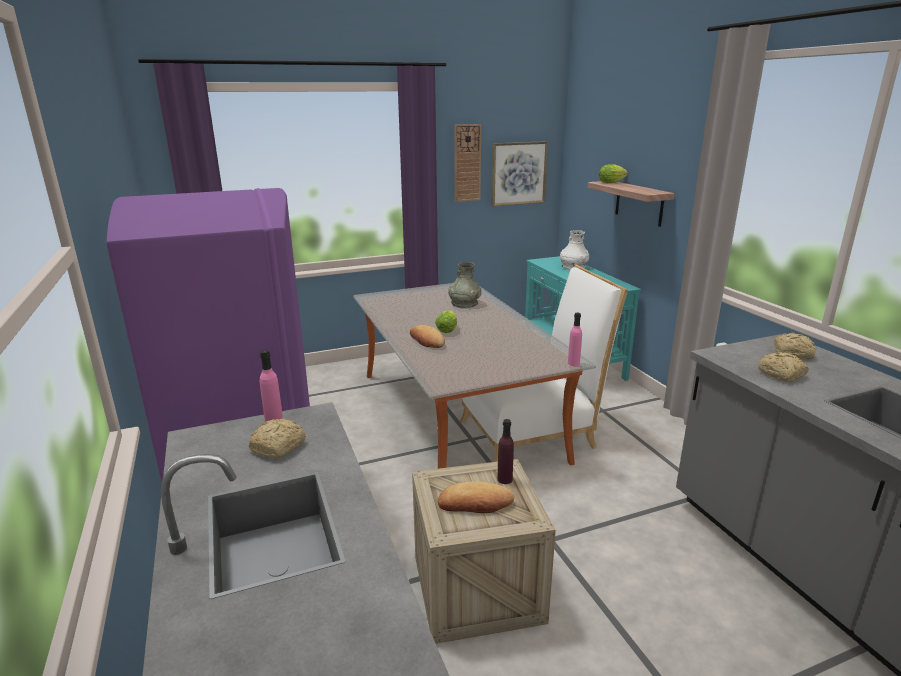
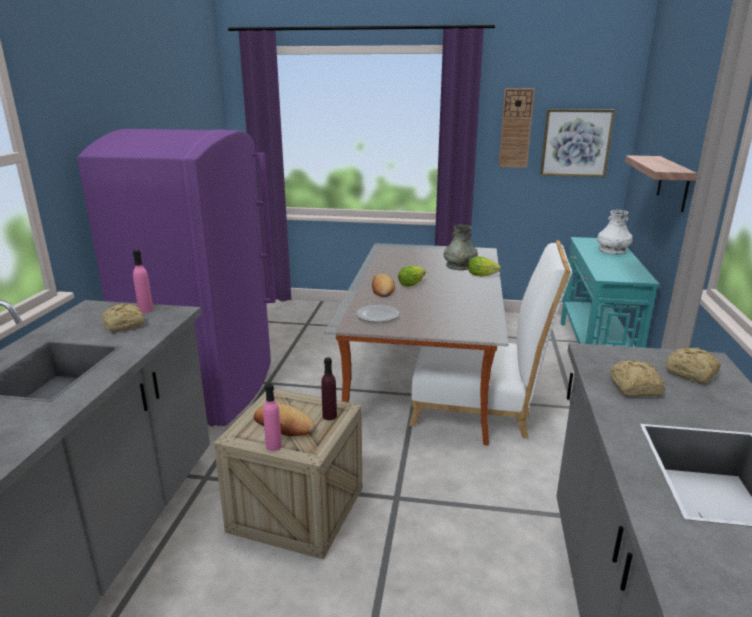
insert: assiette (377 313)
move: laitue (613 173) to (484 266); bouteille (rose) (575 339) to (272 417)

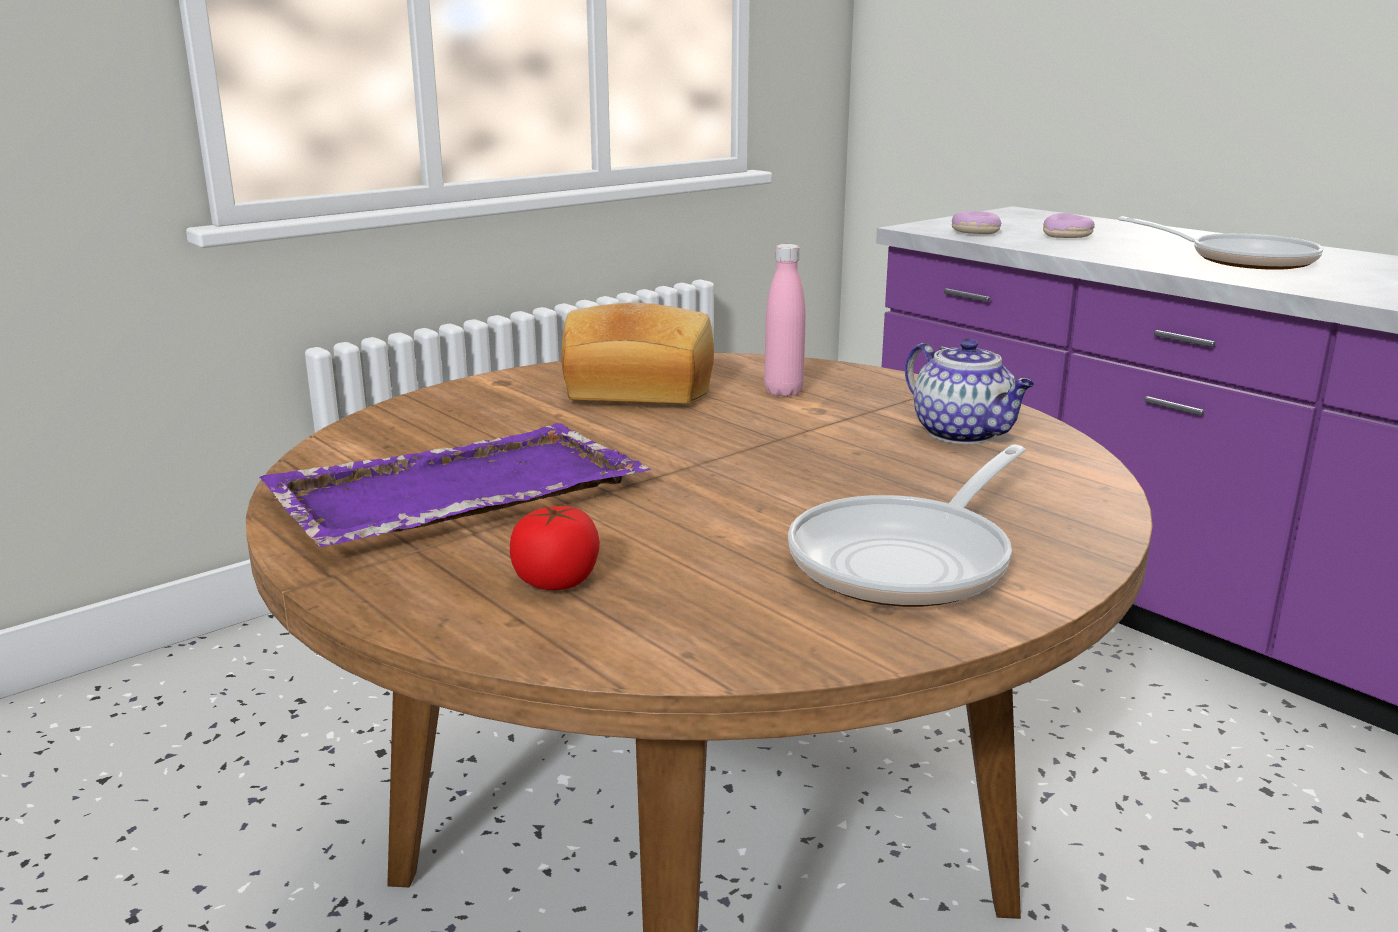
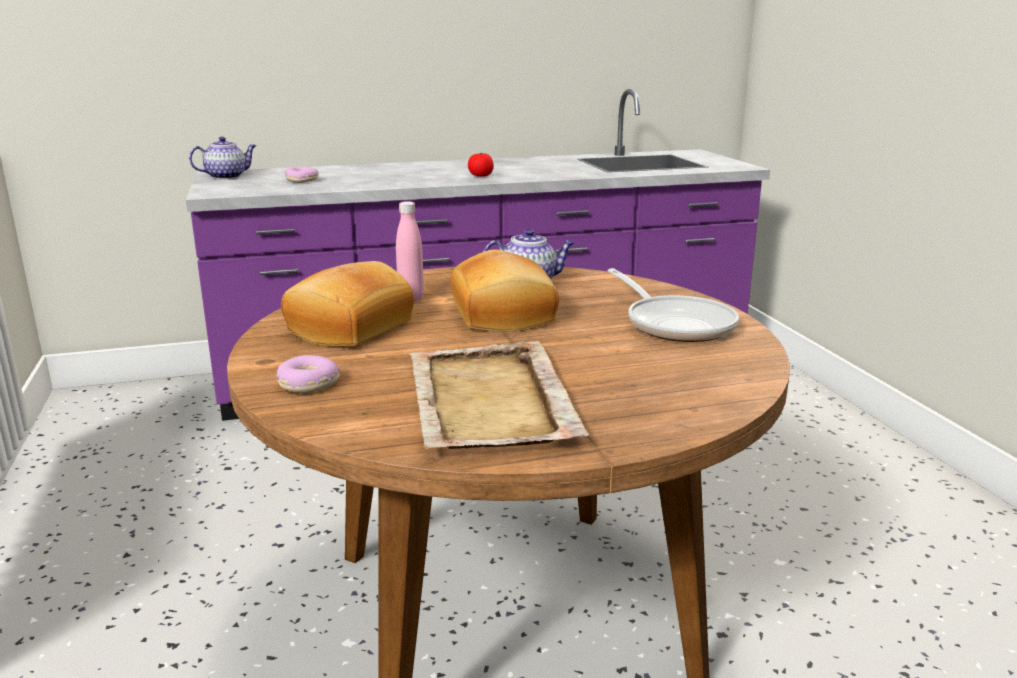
delete: poêle (1220 243)
insert: théière (223 158); pain (504 290)
move: beignet (976 222) to (308 374); tomate (555 548) to (481 165)
recolor: plateau (violet) (455 485) to plateau (beige) (499 395)

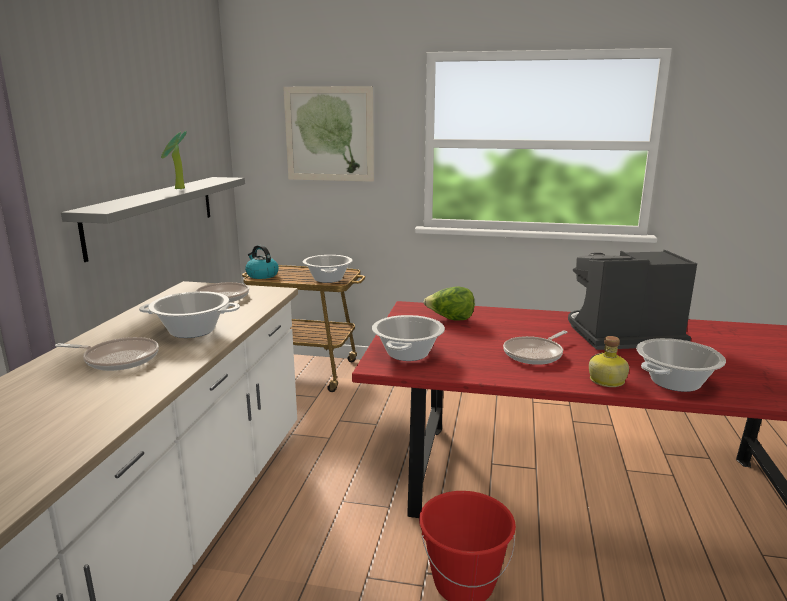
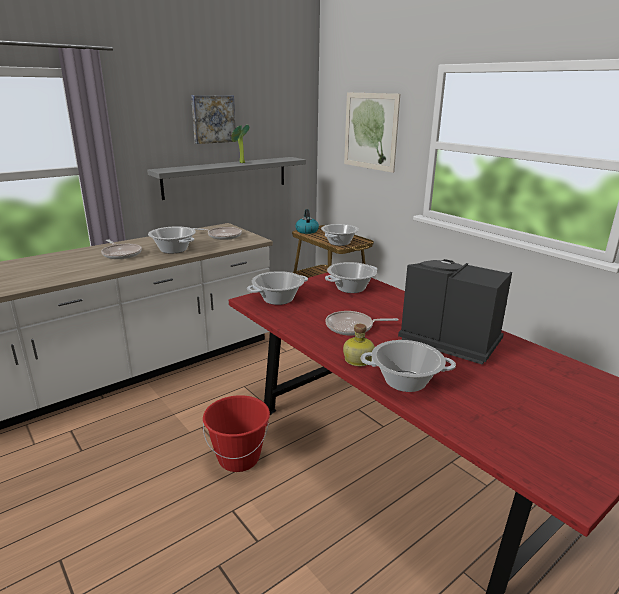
insert: tableau (213 119)
replace: laitue (449 303) to marmite (351 277)

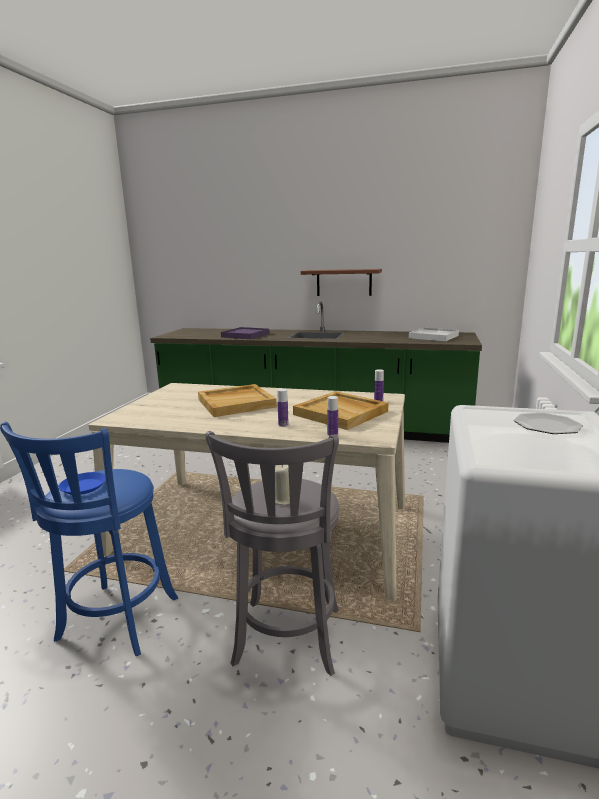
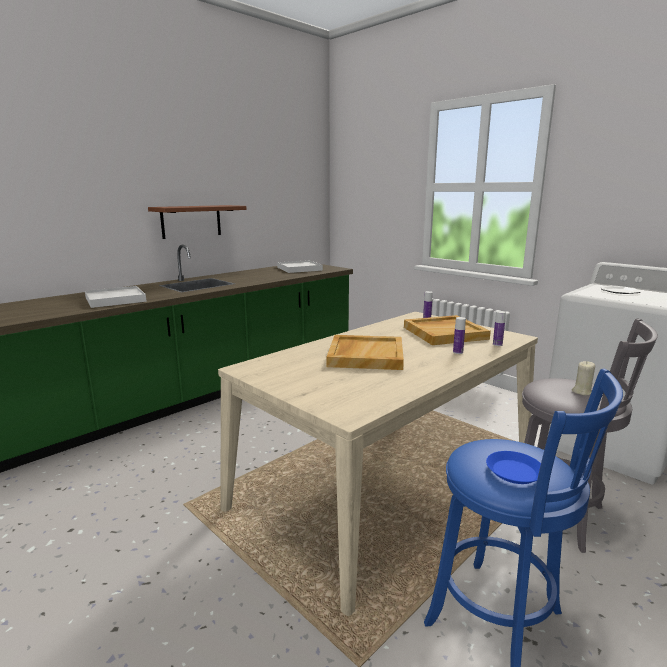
recolor: plateau (violet) (245 333) to plateau (blanc) (116 297)

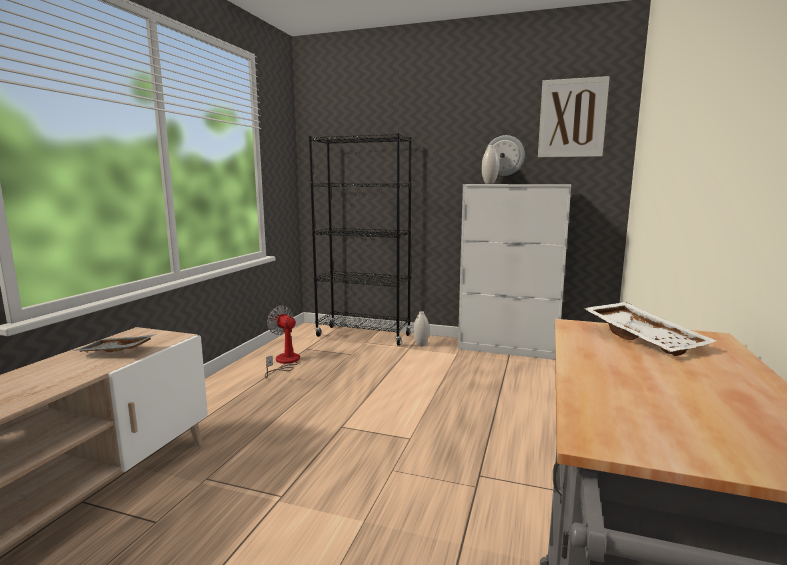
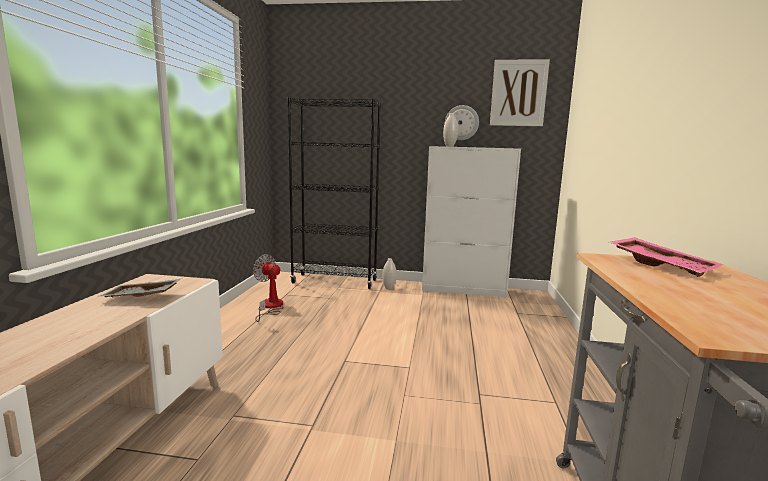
recolor: plateau (blanc) (649 329) to plateau (rose) (666 257)

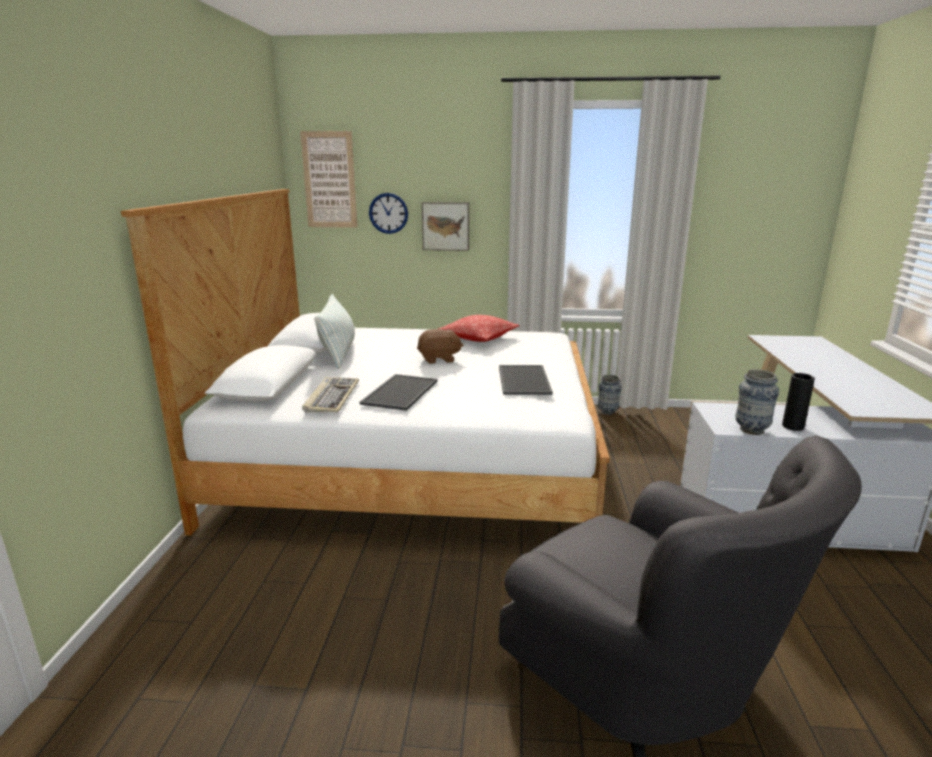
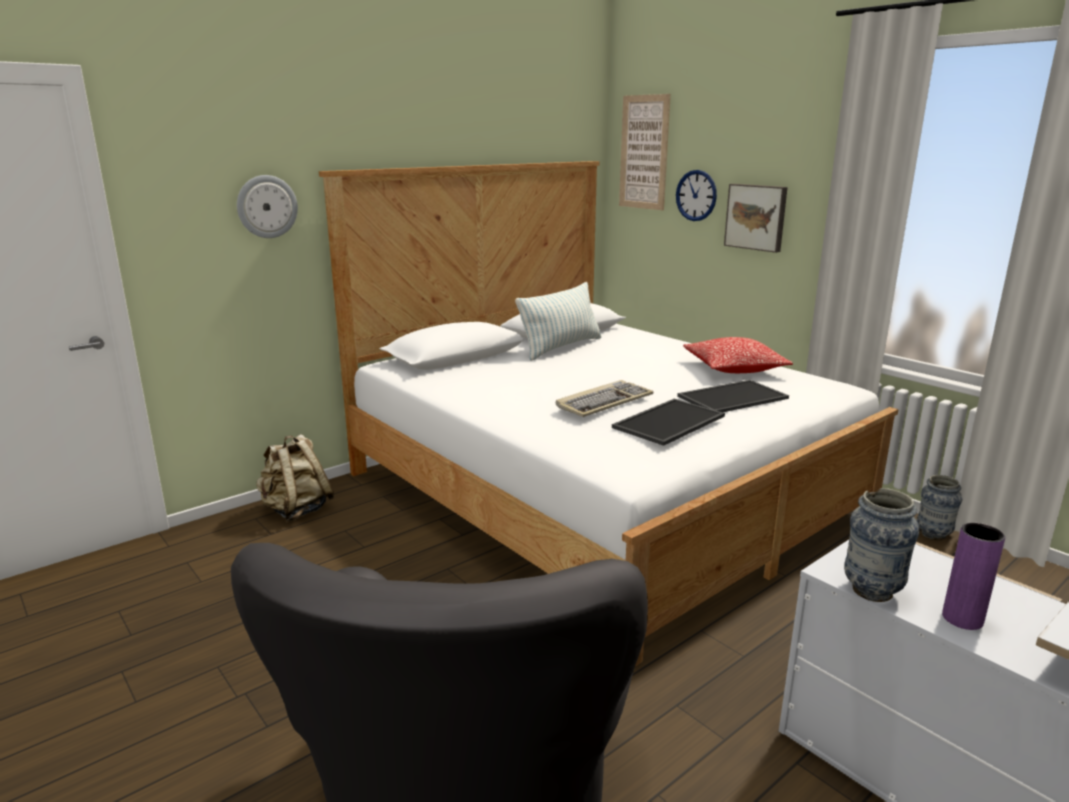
delete: peluche (marron) (440 346)
insert: horloge murale (267 206); sac à dos (beige) (295 477)
move: plateau (399 392) to (733 396); clavier (330 394) to (604 398)
recolor: vase (noir) (798 402) to vase (violet) (973 576)

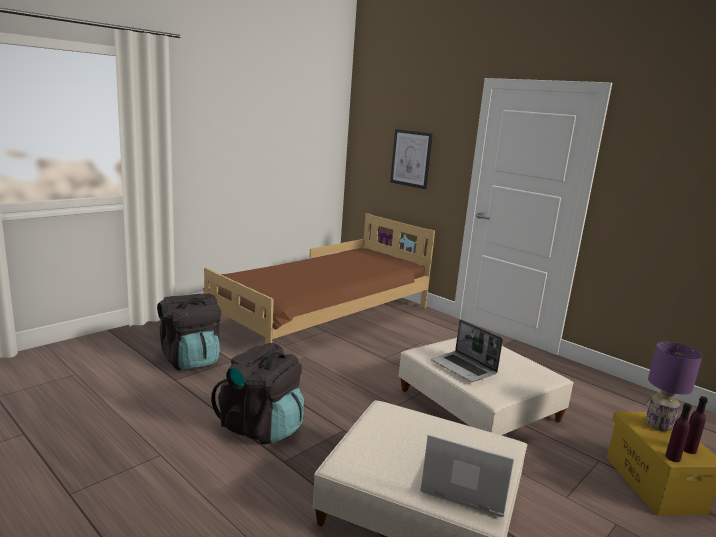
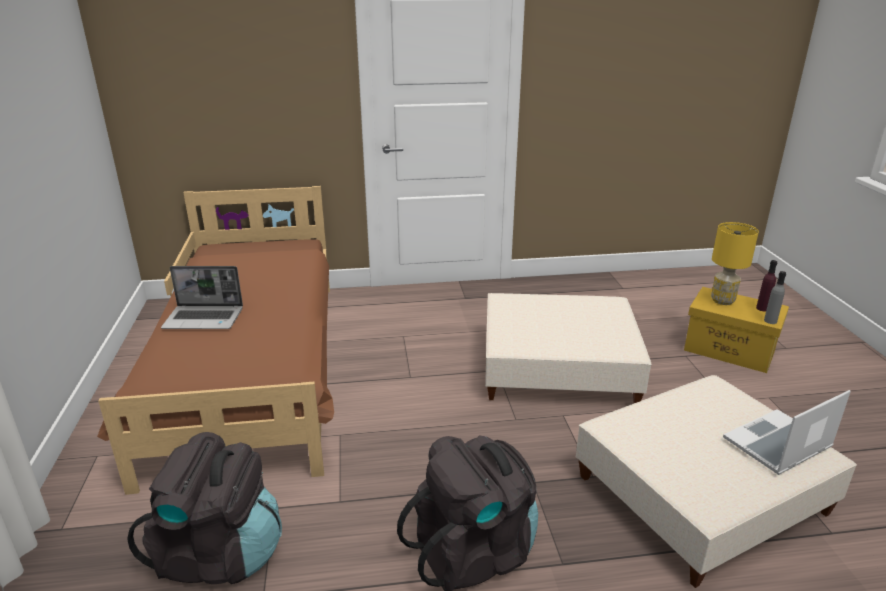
delete: tableau (411 159)
move: ordinateur portable (467 350) to (202 297)
recolor: lampe de table (violet) (674 387) to lampe de table (jaune) (735 263); bouteille (violet) (678 432) to bouteille (gris) (775 297)

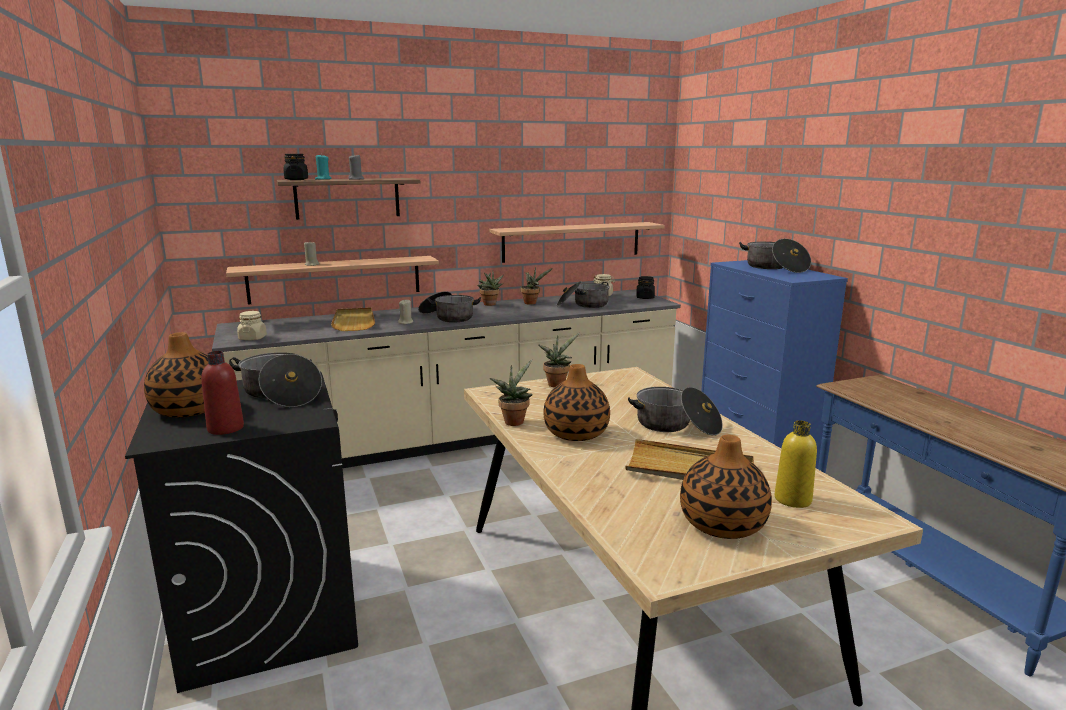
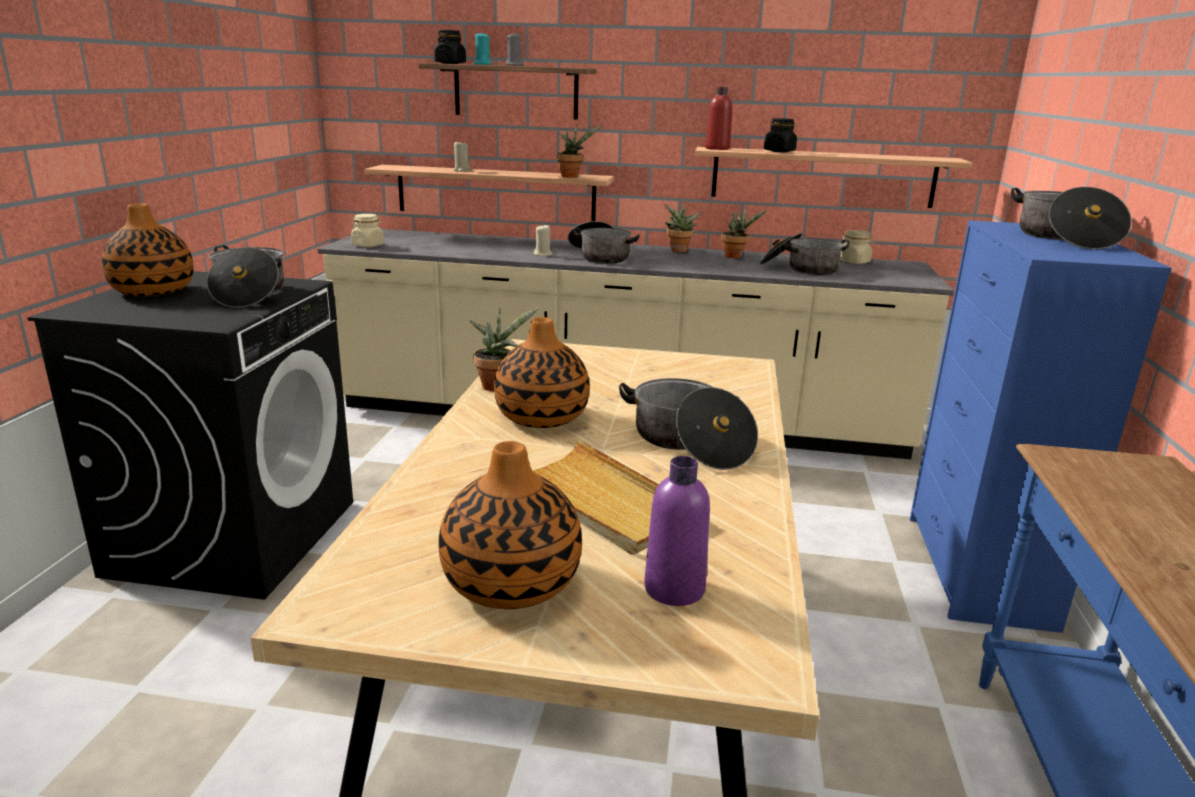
delete: plateau (beige) (353 319)
move: bocal (noir) (645 287) to (780 135); plante en pot (559 360) to (579 151); bouteille (rouge) (222 393) to (718 118)
recolor: bouteille (jaune) (796 464) to bouteille (violet) (677 531)

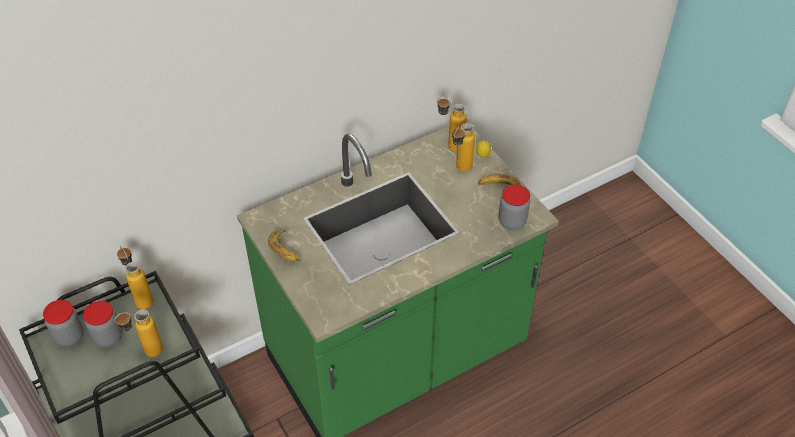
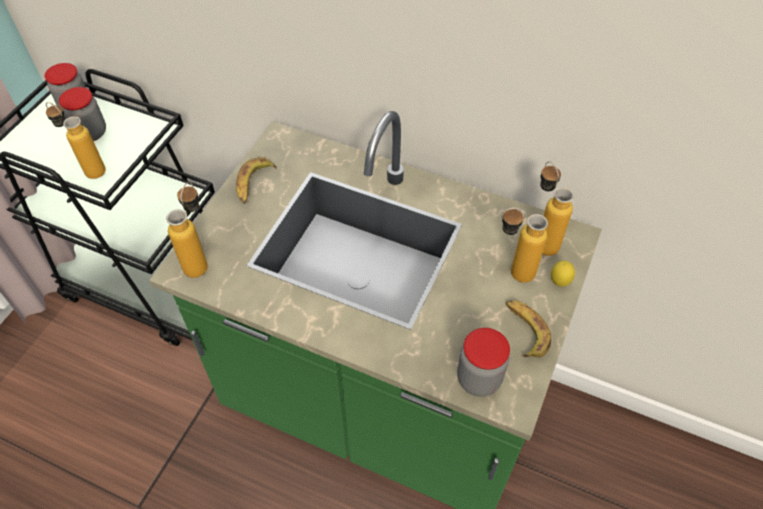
move: bouteille (135 277) to (187 230)

